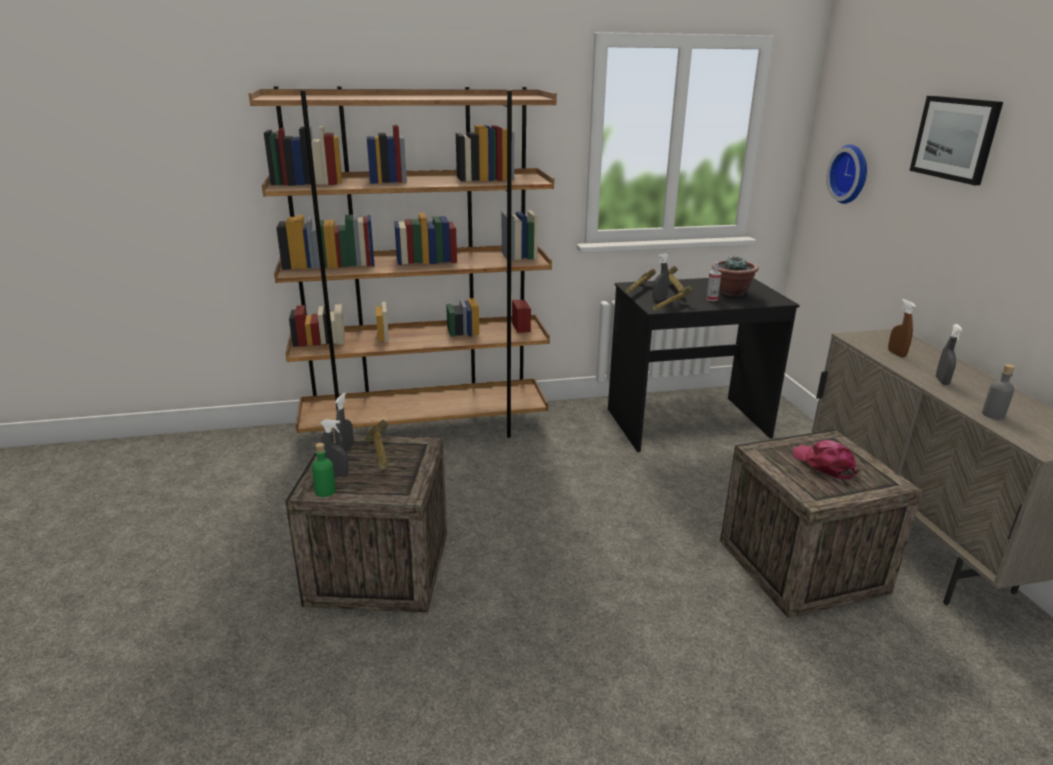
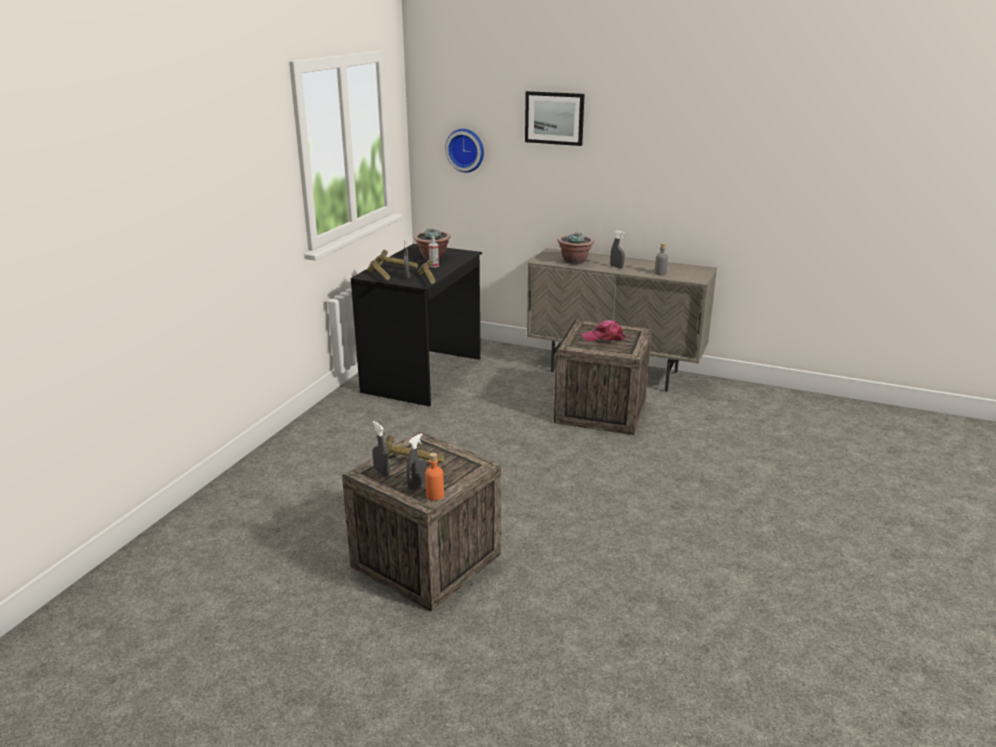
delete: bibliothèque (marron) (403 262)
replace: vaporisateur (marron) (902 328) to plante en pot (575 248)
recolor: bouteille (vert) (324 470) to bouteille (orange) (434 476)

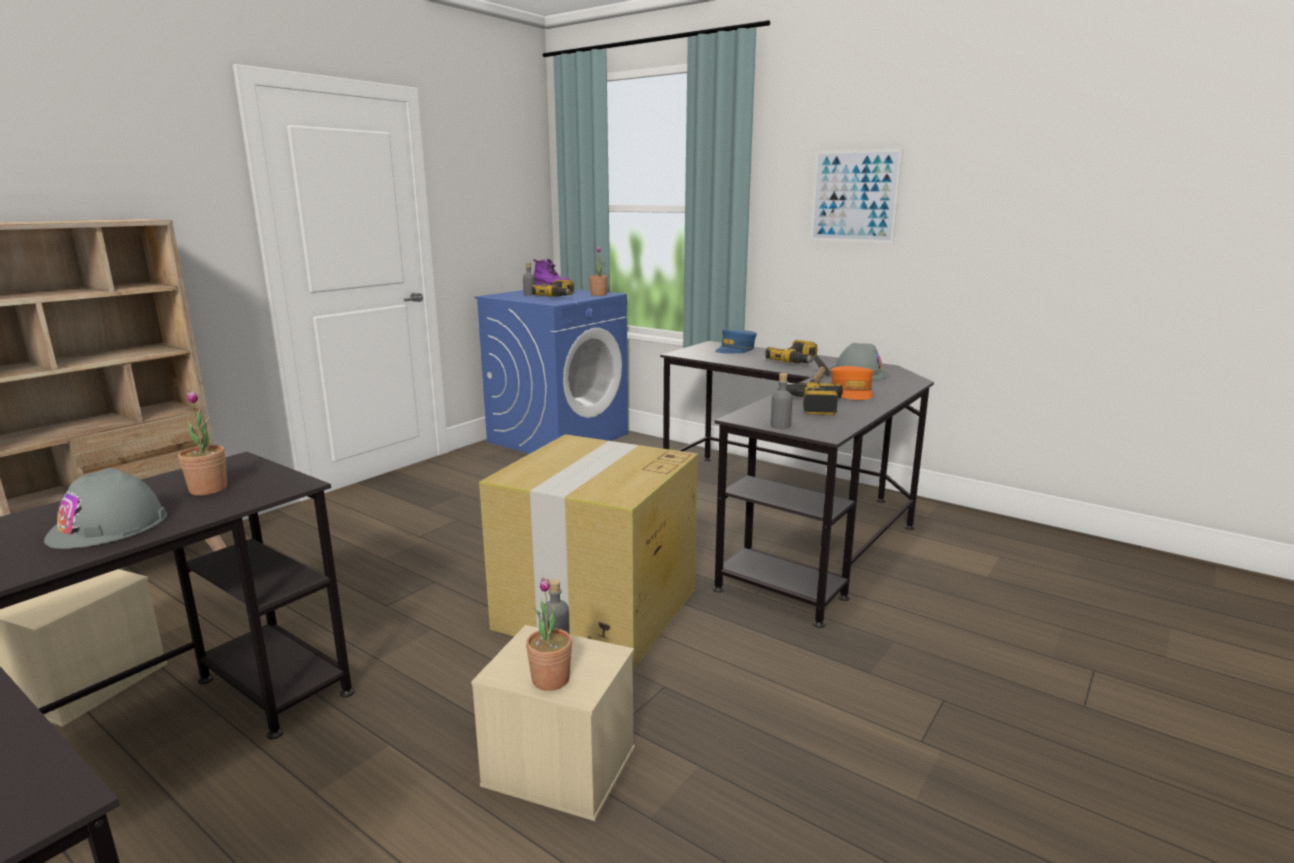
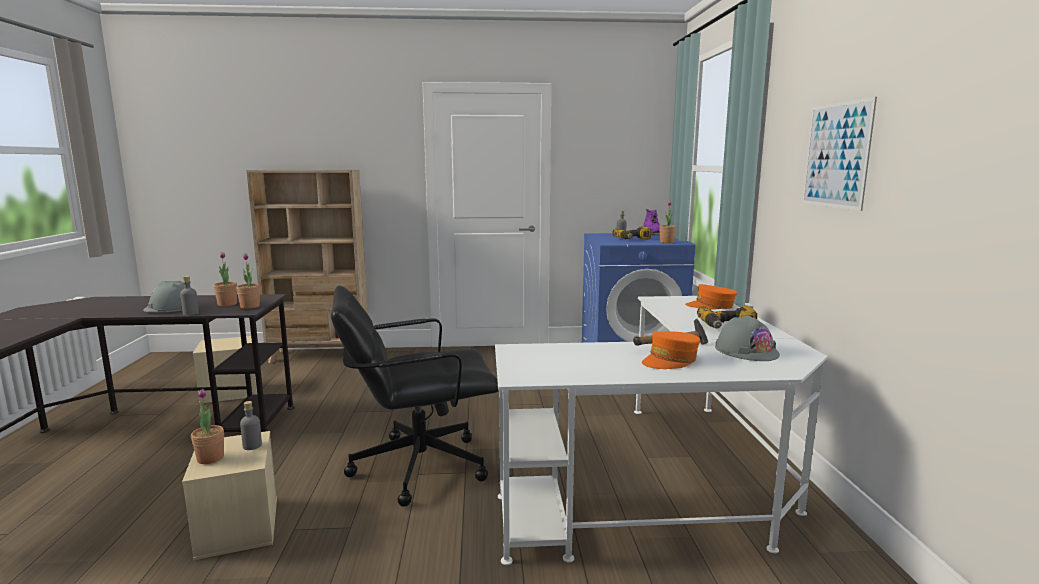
delete: perceuse (810 398)
insert: plante en pot (248 281)
move: bouteille (gris) (781 401) to (189 295)
replace: carton (588 551) to chaise de bureau (noir) (415 396)
recolor: casquette (bleu) (736 341) to casquette (orange) (711 297); bureau (noir) (797 484) to bureau (blanc) (661 430)

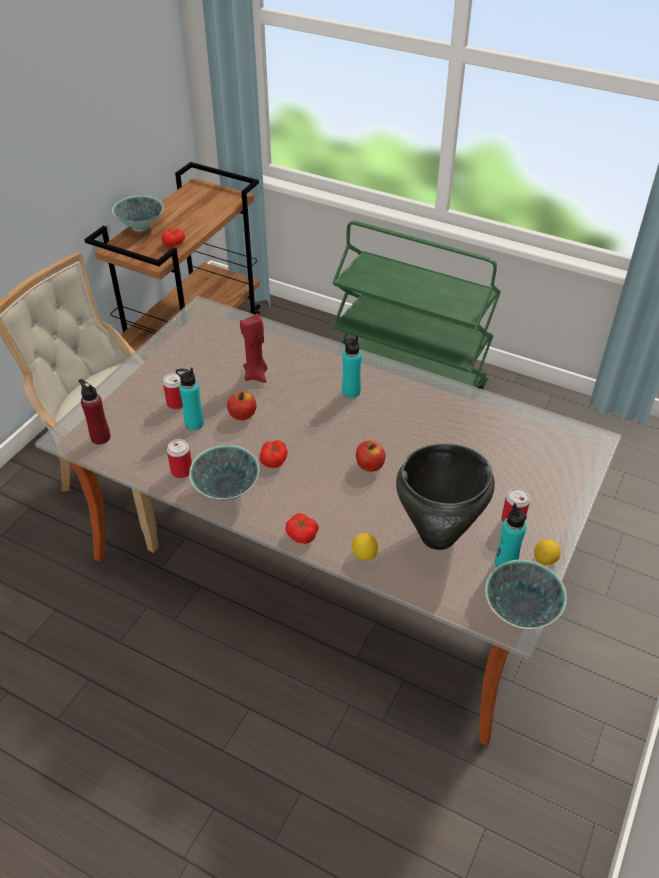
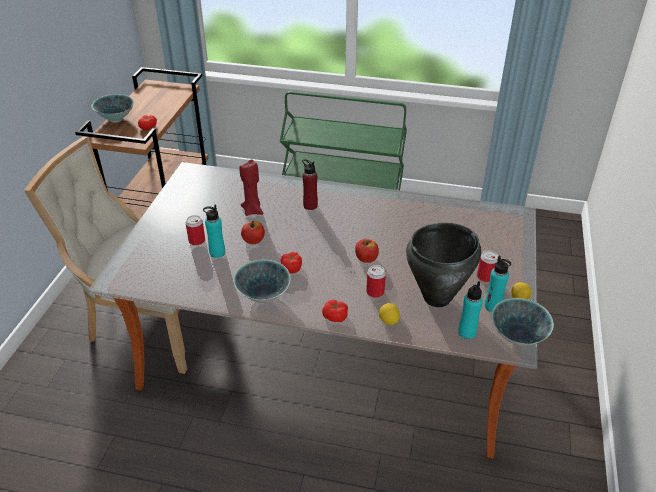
move: bouteille (turquoise) (352 366) to (470 310); bouteille (rouge) (95 412) to (310 184); boîte métallique (179 458) to (376 281)

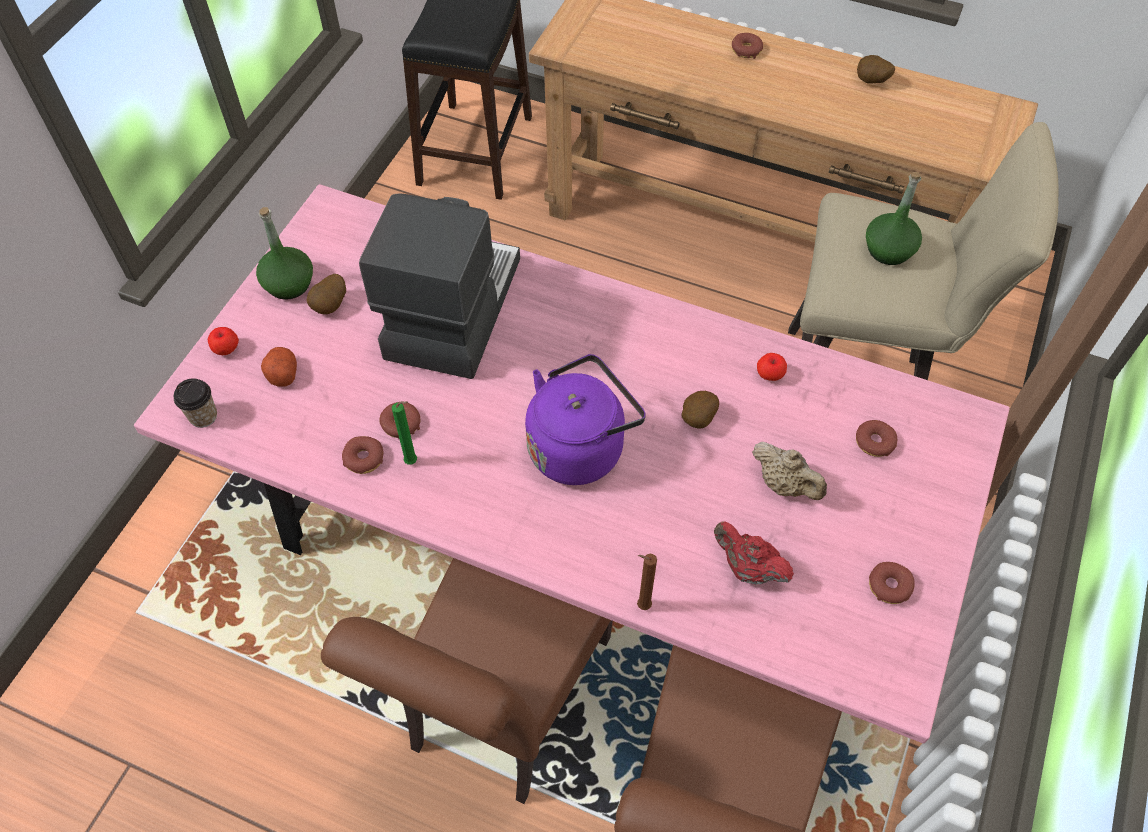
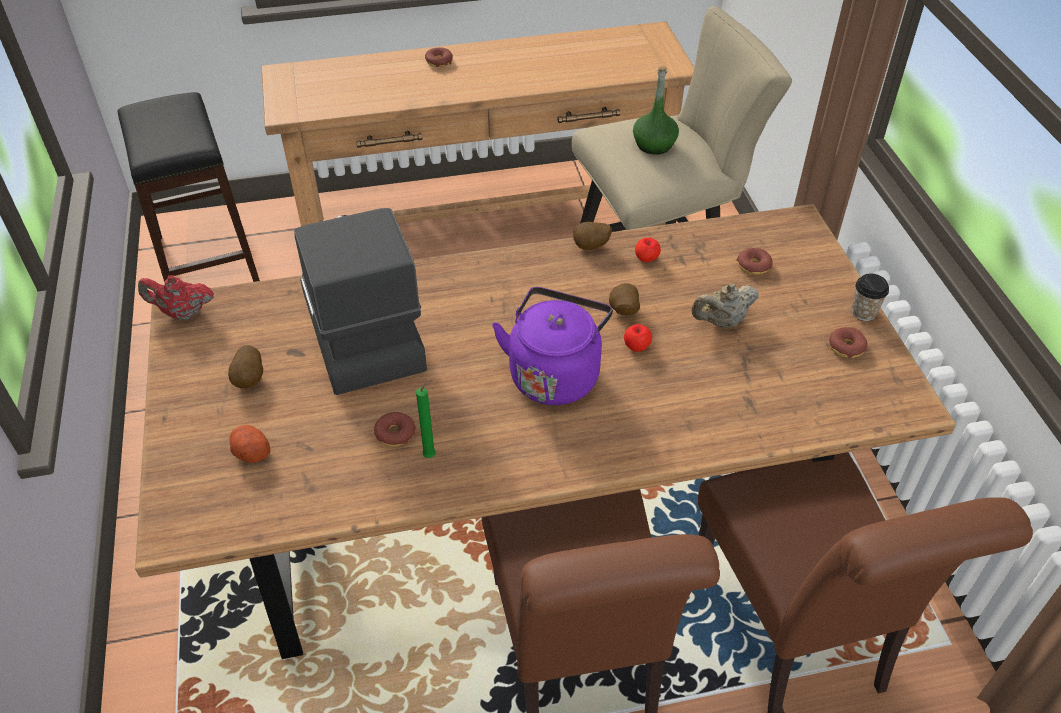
delete: bouteille (vert) (284 253); beignet (363 455); bougie (marron) (647 582)
move: pomme de terre (876 69) to (592 236); pomme (223 341) to (638 338); tasse (195 403) to (870 297); théière (rouge) (754 553) to (176 297)
recolor: table à manger (rose) (572 463) to table à manger (marron) (545 431)
rotate: théière (beige) (789 471) = (725 305) 150 degrees clockwise

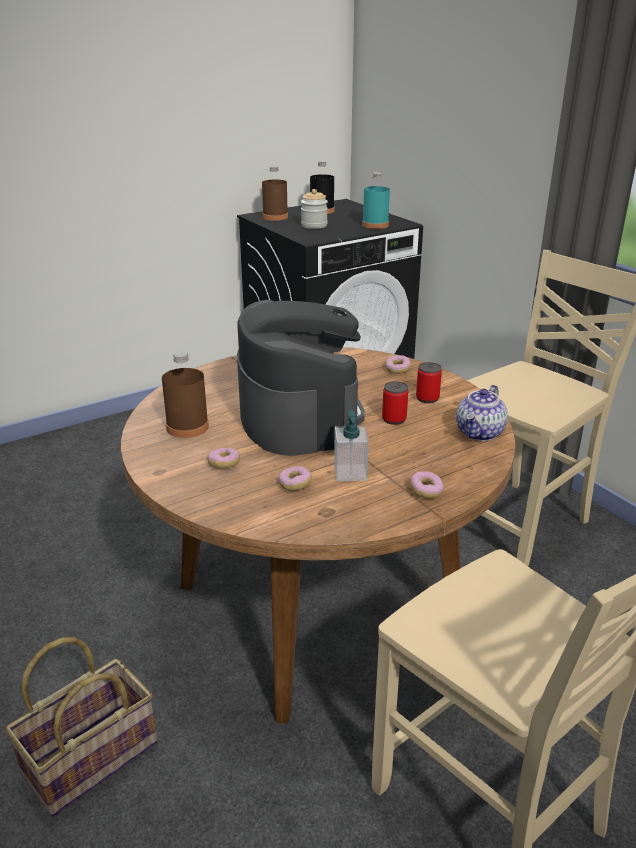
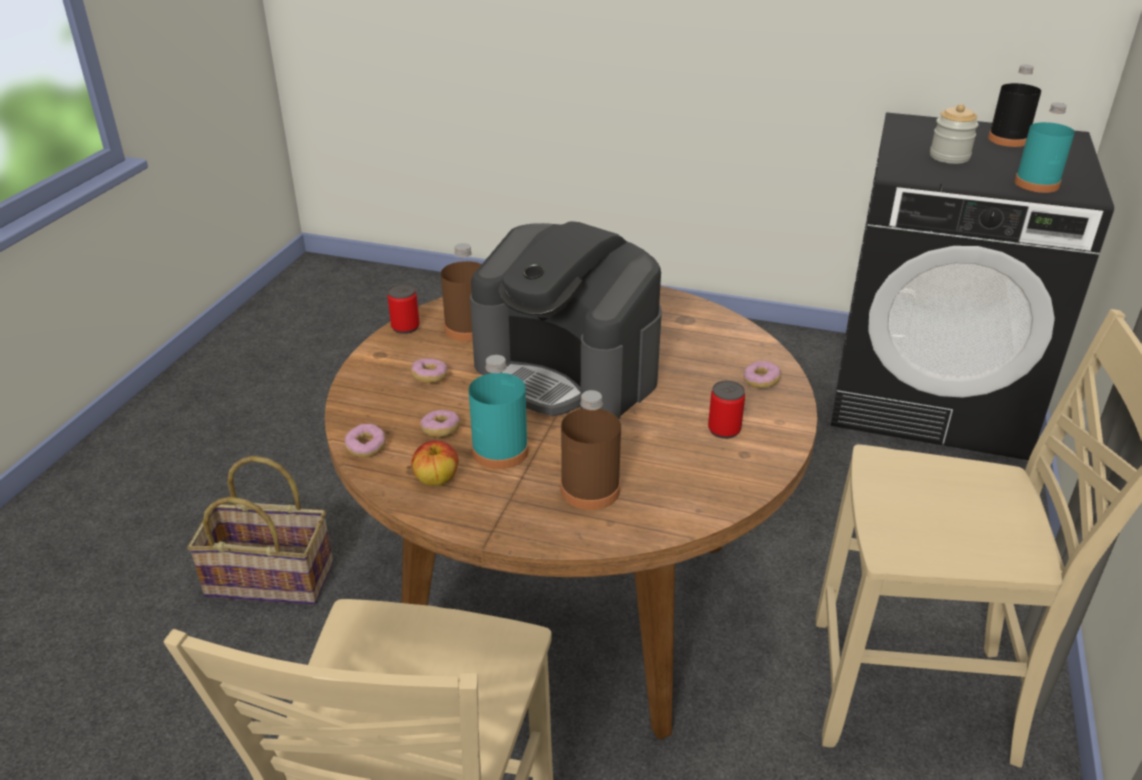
delete: théière (482 413)
insert: pomme (435 463)
move: bouteille (marron) (275 193) to (591 450); boîte métallique (395 403) to (404 309); beignet (427 485) to (365 441)
replace: distributeur de savon (351 445) to bouteille (turquoise) (499 412)
rotate: machine à café (301 377) = (566 320) 90 degrees clockwise

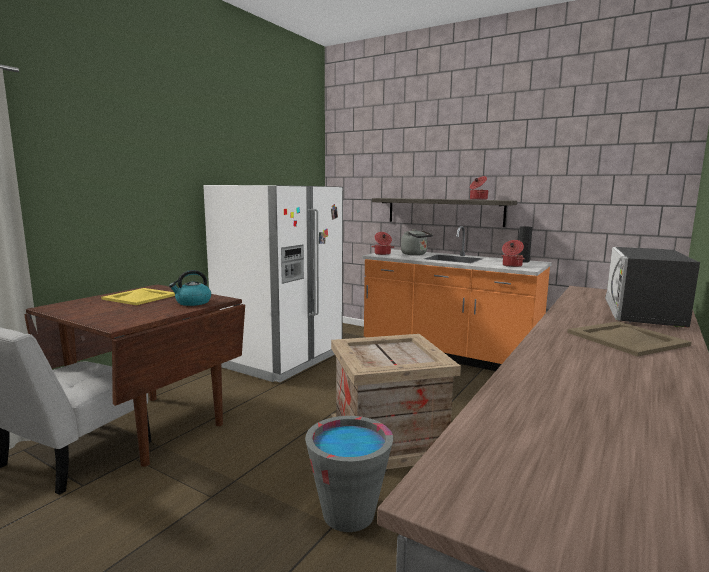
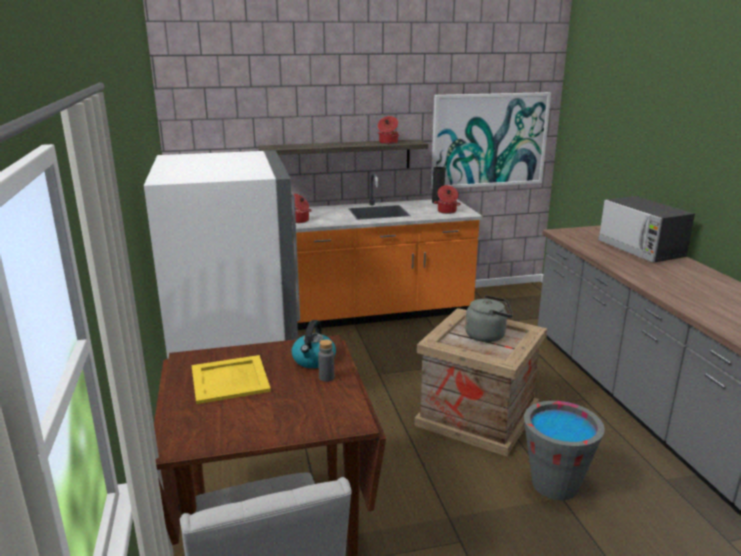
delete: plateau (beige) (629 339)
insert: tableau (491 140); bouteille (gris) (326 361)
move: bouilloire (gris) (417 242) to (489 318)

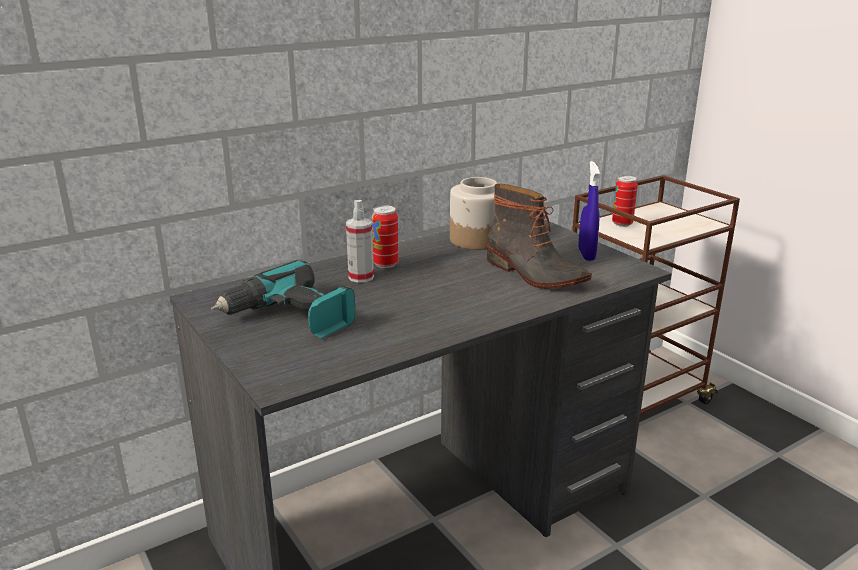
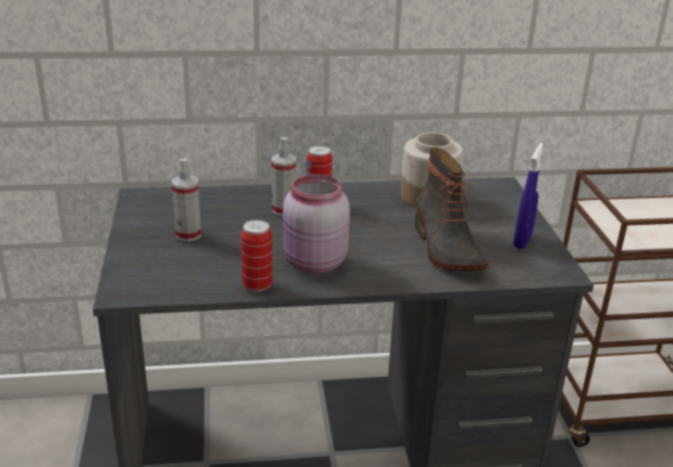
insert: bocal (rose) (316 224)
move: boîte métallique (625 201) to (257 256)
replace: perceuse (283 299) to vaporisateur (186 200)

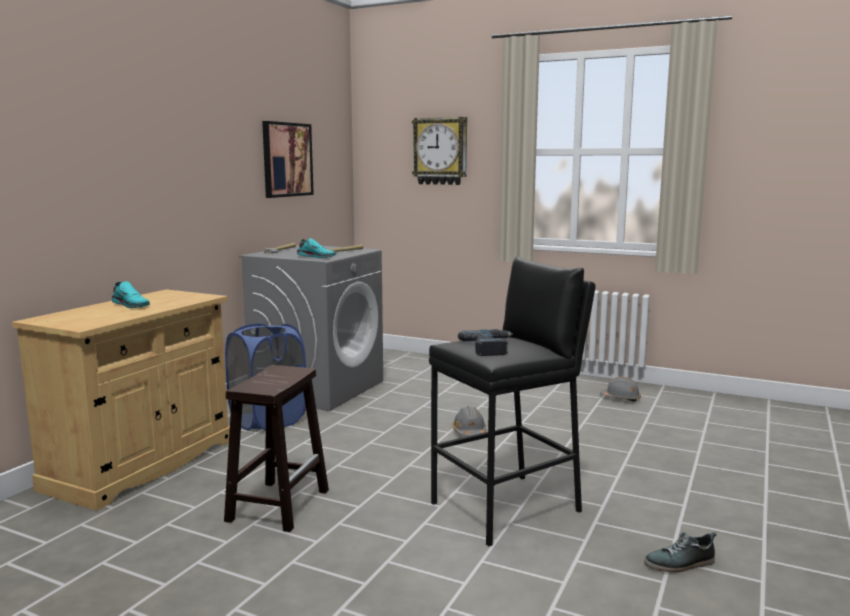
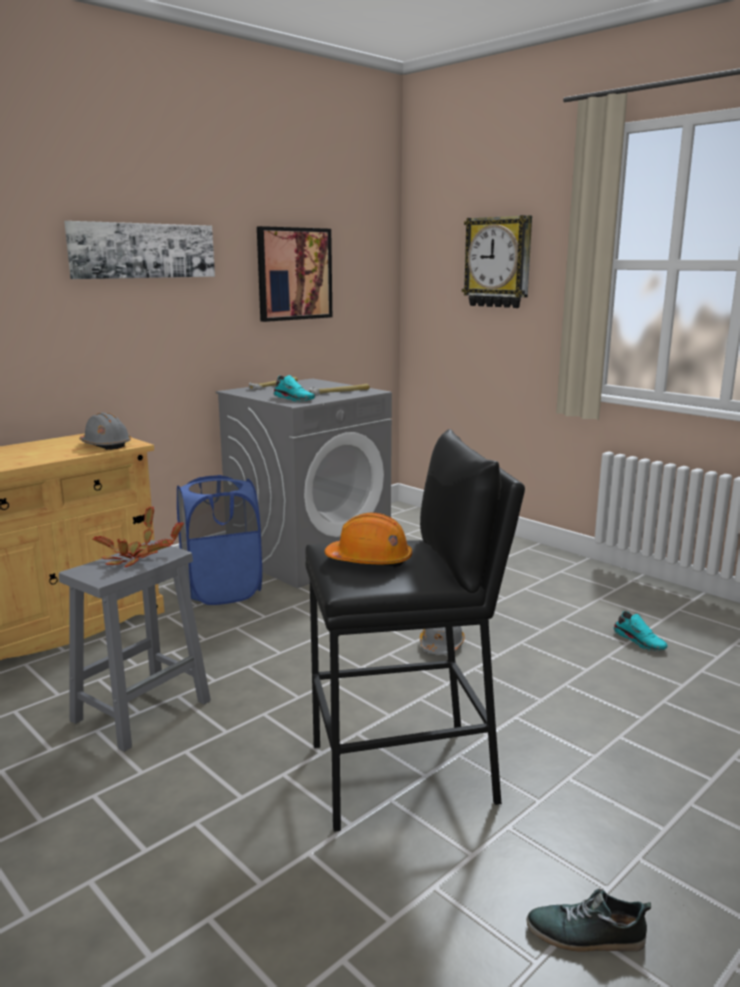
insert: tableau (139 250); plante en pot (138 536)
move: chaussure (turquoise) (131 294) to (640 631); casque de chantier (gris) (620 389) to (105 431)
replace: perceuse (485 342) to casque de chantier (orange) (368 540)
recolor: tabouret (marron) (276 448) to tabouret (gris) (135 646)

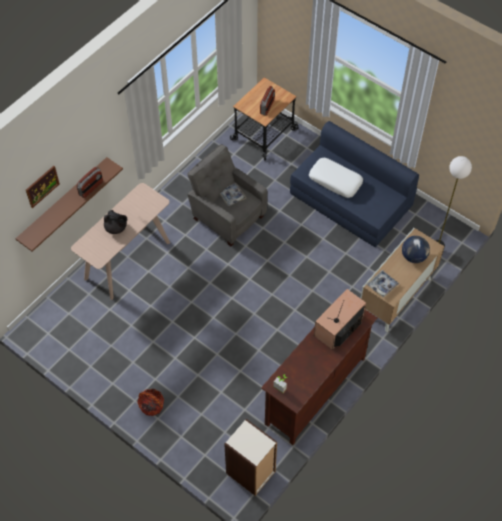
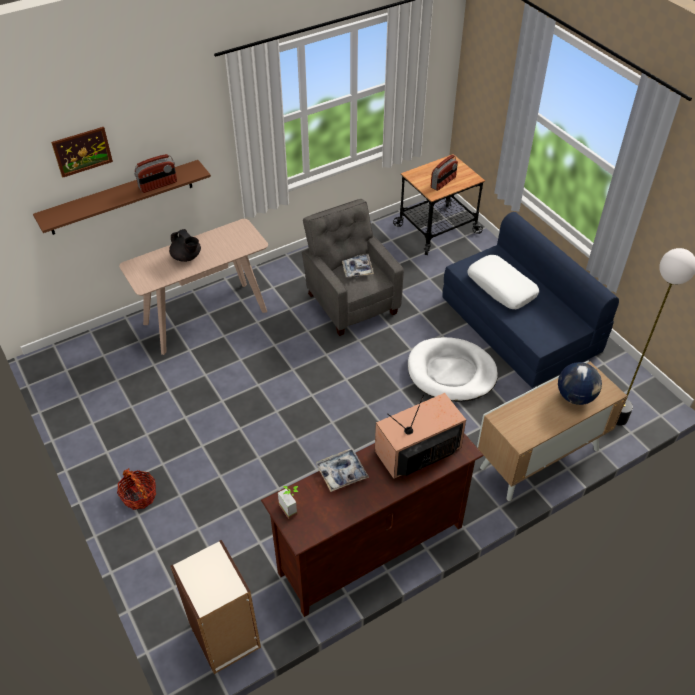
insert: panier pour chien (blanc) (453 369)
move: plateau (383 284) to (342 470)

